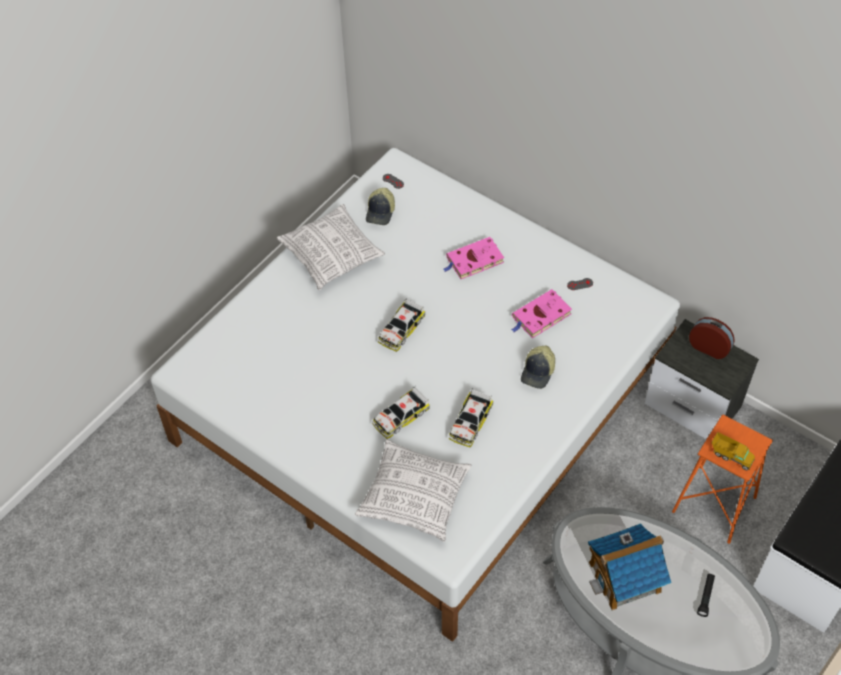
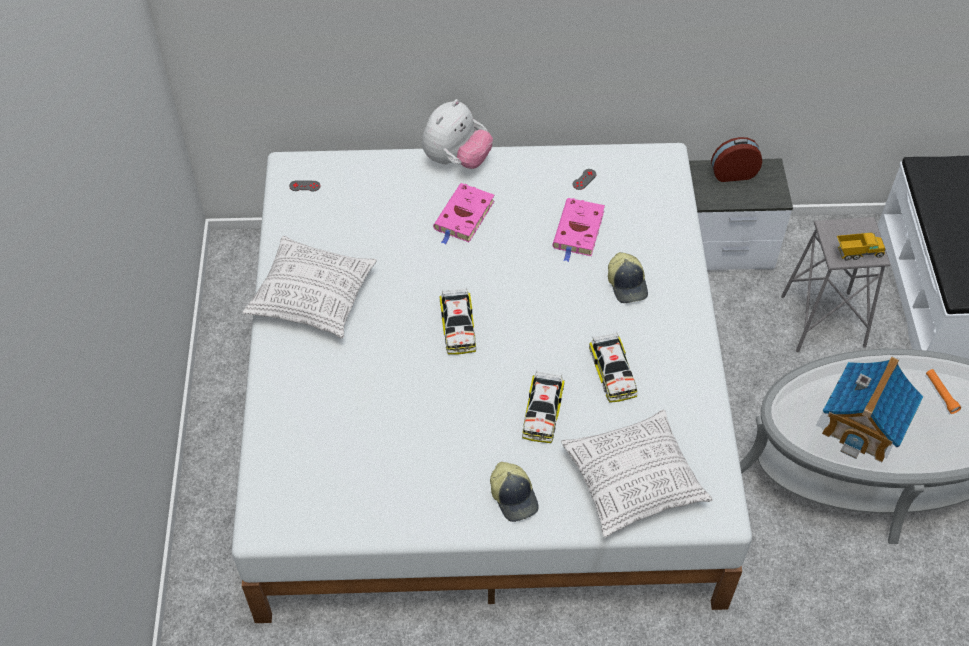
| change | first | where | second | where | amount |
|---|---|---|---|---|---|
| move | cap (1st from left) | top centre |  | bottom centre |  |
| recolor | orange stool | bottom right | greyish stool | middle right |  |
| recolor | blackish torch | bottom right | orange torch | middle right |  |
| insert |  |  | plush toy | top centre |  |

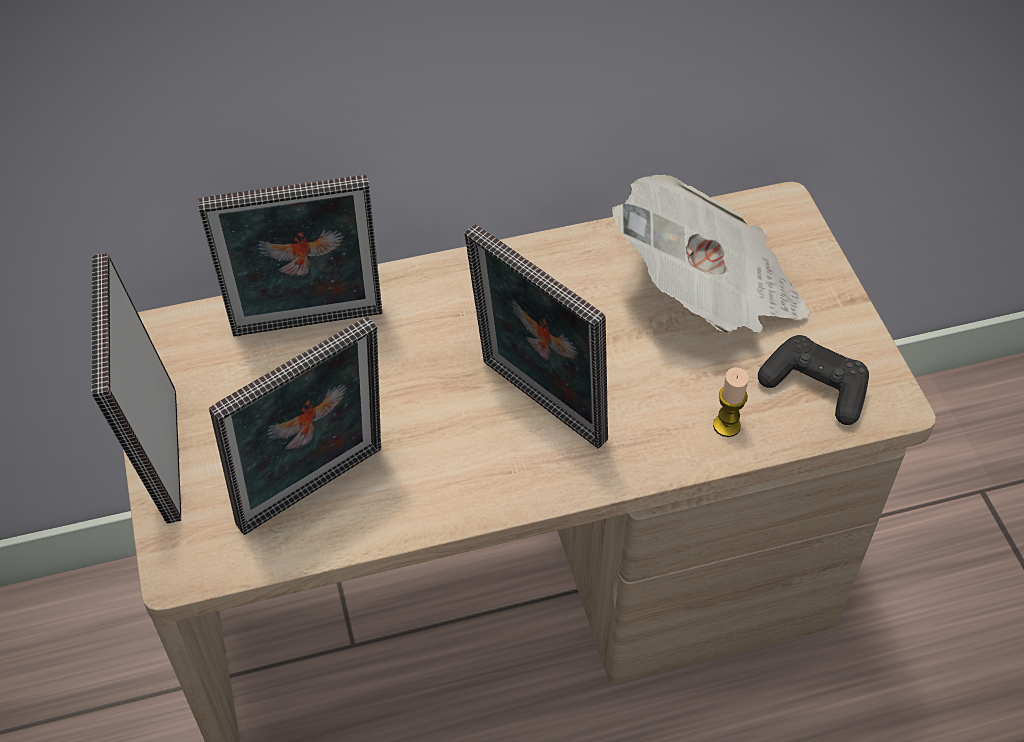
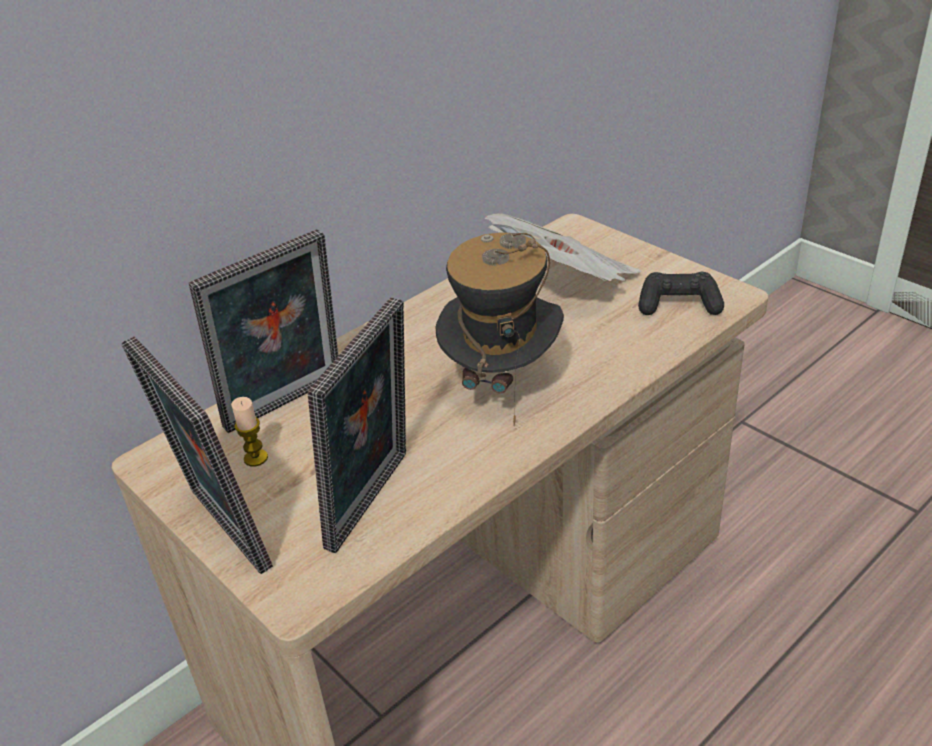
| change | first | where | second | where | amount |
|---|---|---|---|---|---|
| replace | photo frame (4th from left) | centre | clothing hat | centre |  |
| move | wax light | middle right |  | middle left |  |

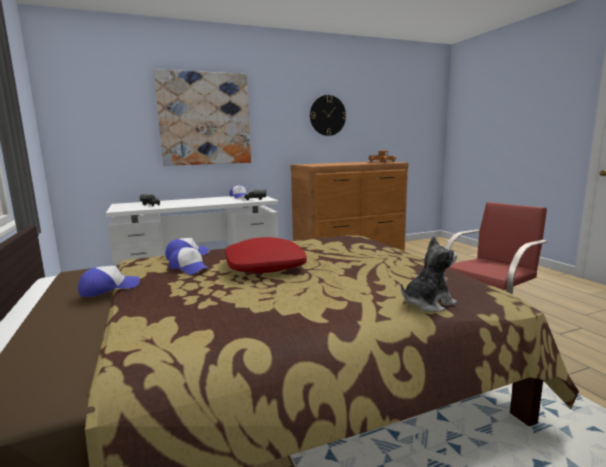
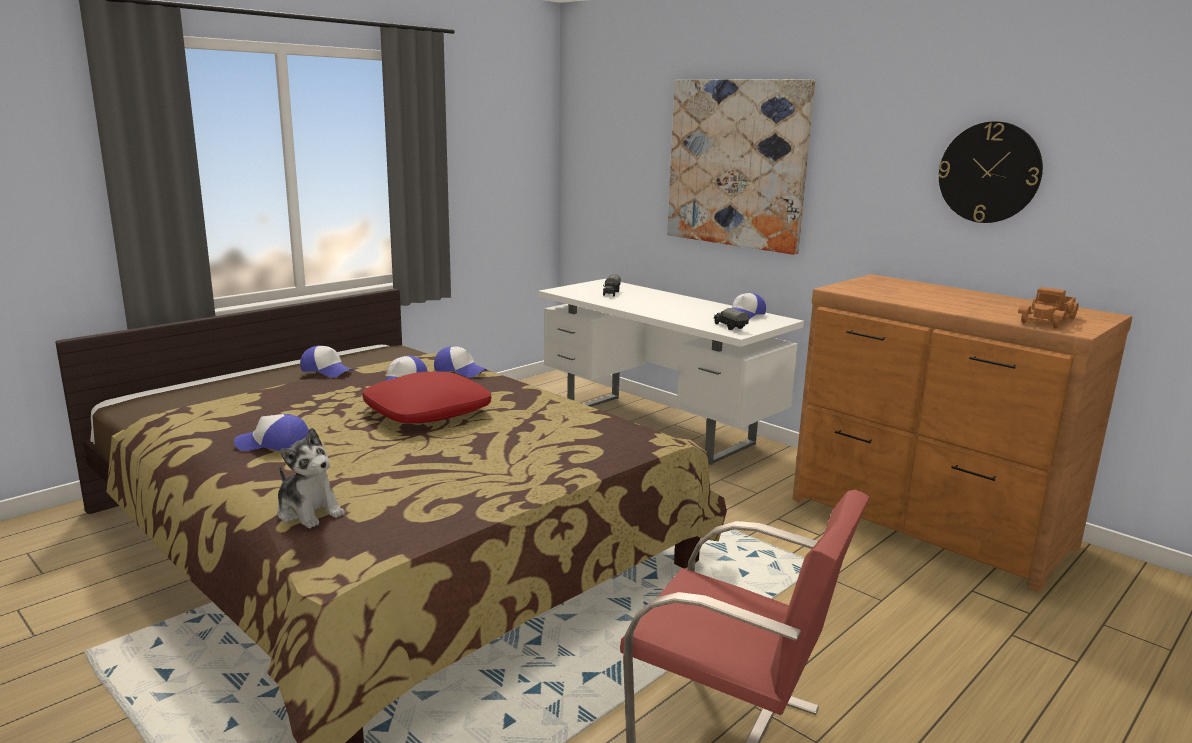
| change | first | where | second | where | amount |
|---|---|---|---|---|---|
| insert |  |  | cap (1st from left) | middle left |  |

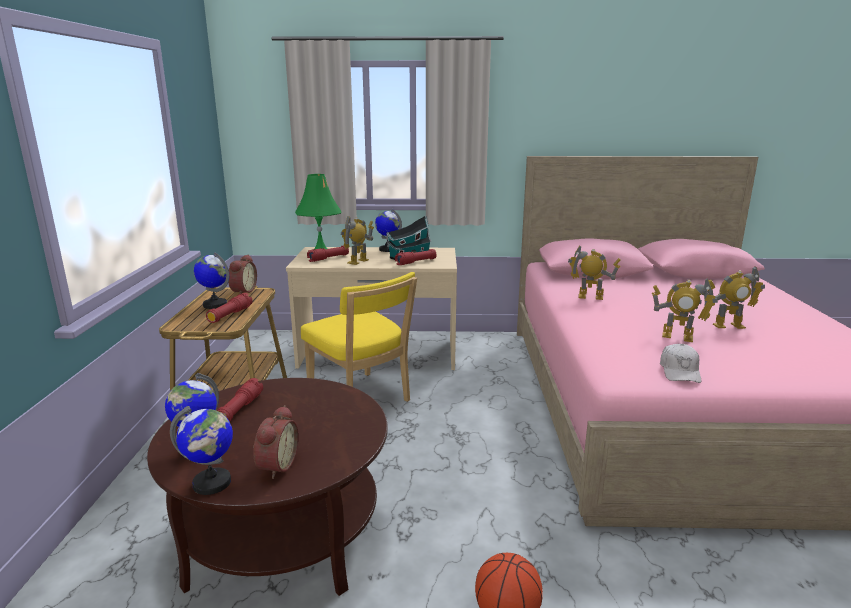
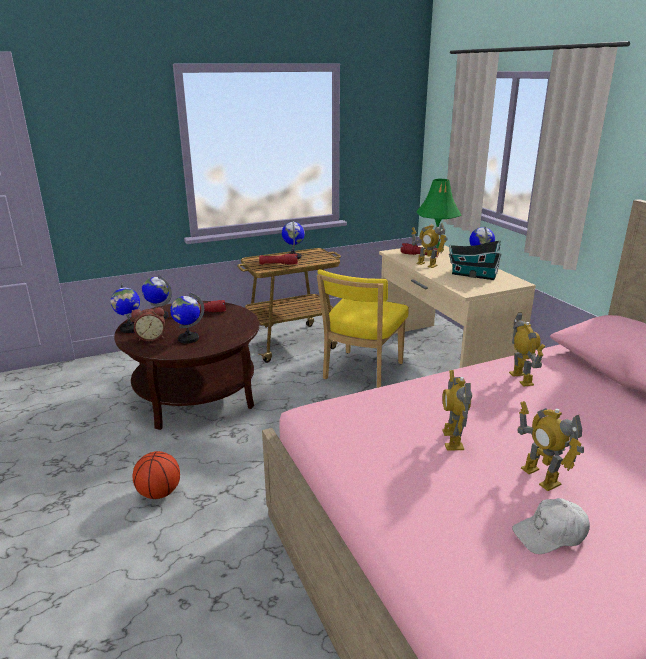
| change | first | where | second | where | amount |
|---|---|---|---|---|---|
| delete | alarm clock (1st from left) | middle left |  |  |  |
| rotate | toy robot (1st from left) | centre |  | centre | 150 degrees counterclockwise |
| delete | red-coloured torch (4th from left) | centre |  |  |  |
| move | white cap | middle right |  | bottom right |  |
| insert |  |  | world globe (3rd from left) | middle left |  |

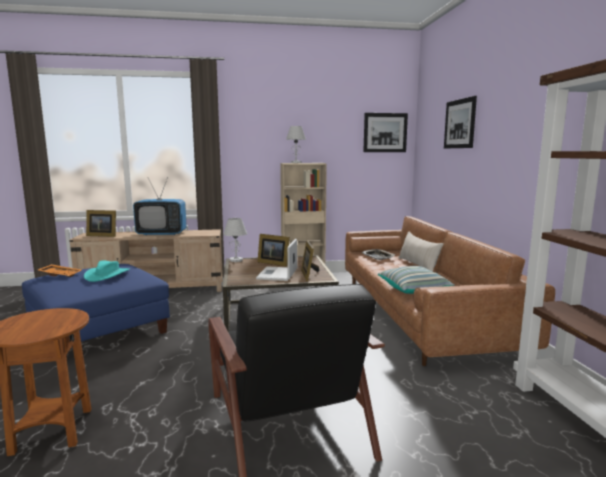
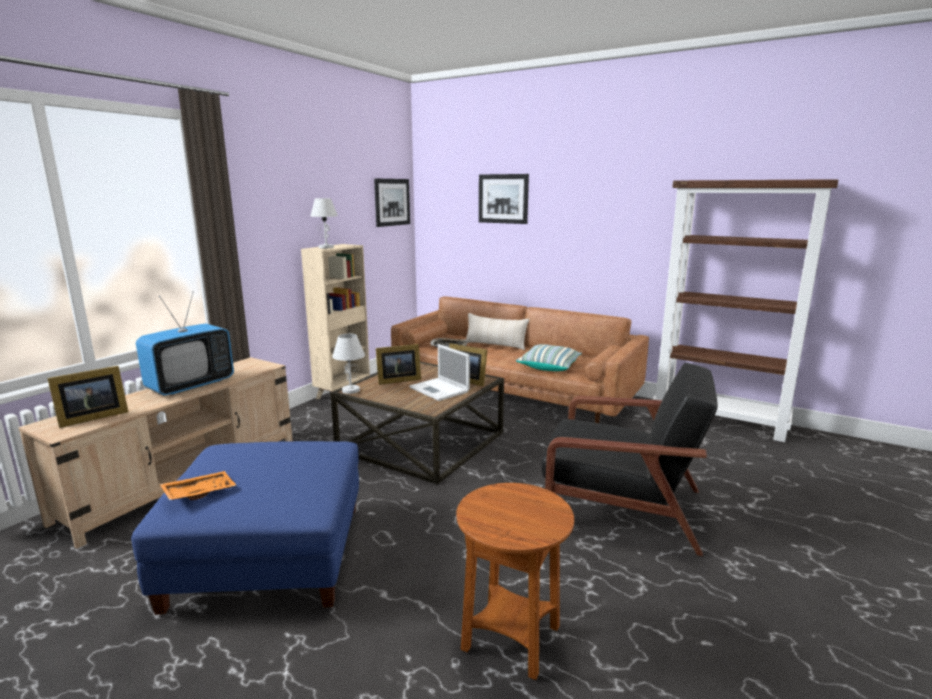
| change | first | where | second | where | amount |
|---|---|---|---|---|---|
| delete | turquoise-coloured clothing hat | middle left |  |  |  |

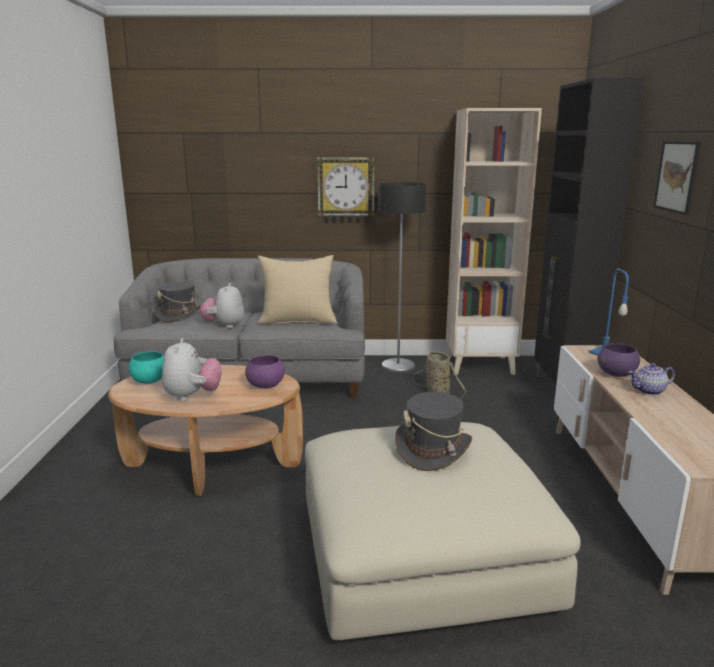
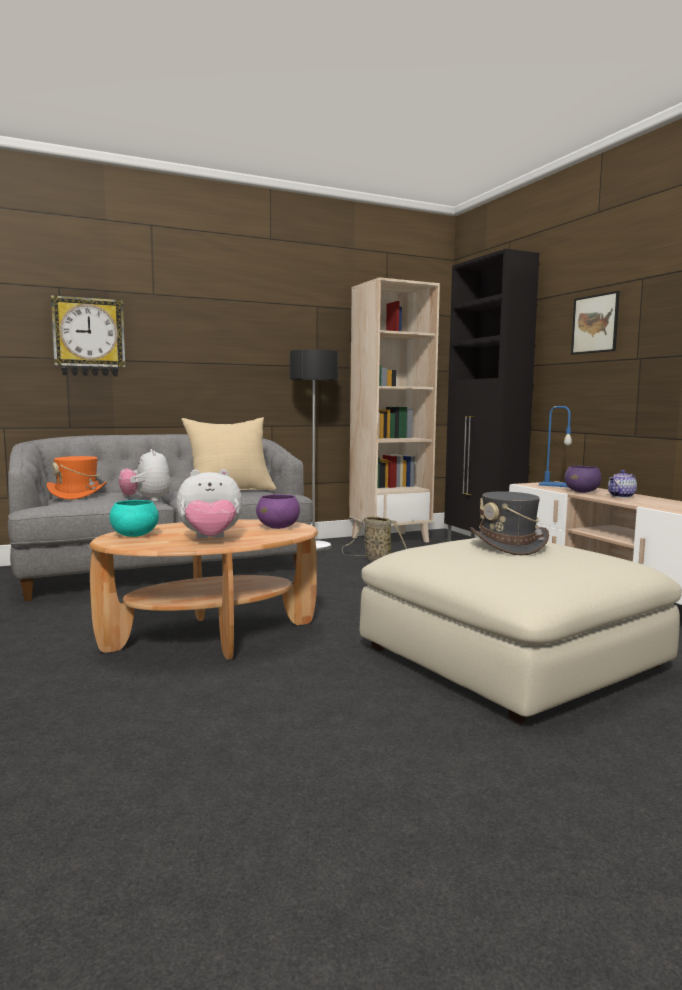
| change | first | where | second | where | amount |
|---|---|---|---|---|---|
| recolor | greyish clothing hat (1st from left) | middle left | orange clothing hat | middle left |  |
| rotate | plush toy (1st from left in the first image) | middle left | plush toy (2nd from left) | middle left | 105 degrees clockwise |
| move | clock on the wall | top centre |  | middle left |  |

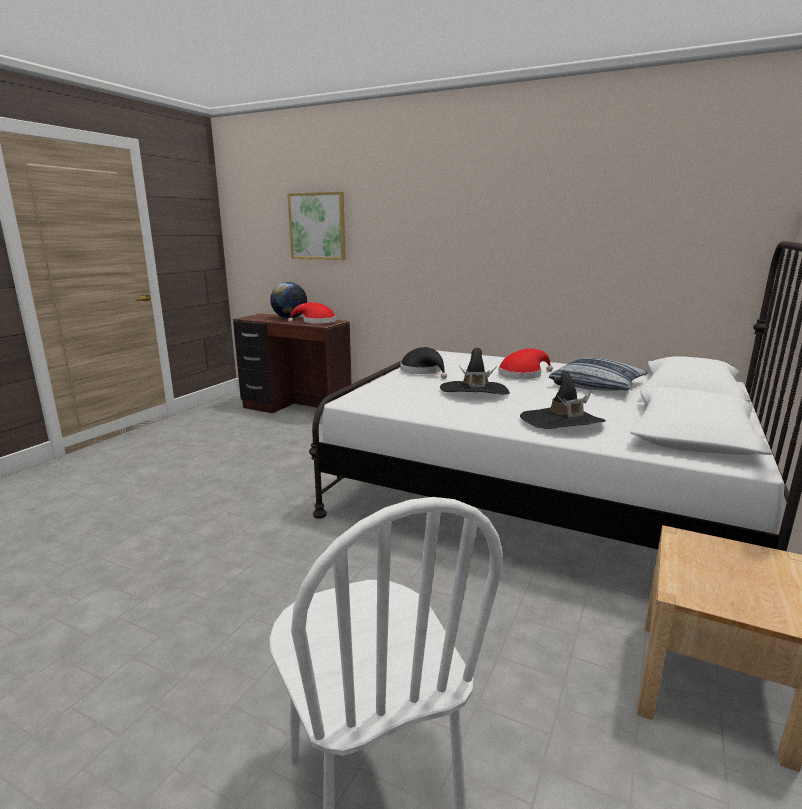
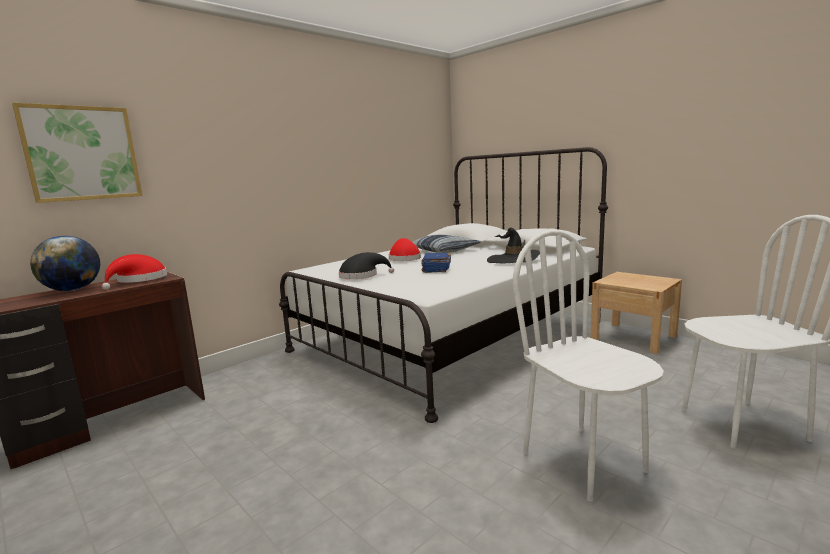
| change | first | where | second | where | amount |
|---|---|---|---|---|---|
| replace | blackish clothing hat (2nd from left) | centre | blue book | centre |  |
| insert |  |  | white plain chair (1st from left) | middle right |  |

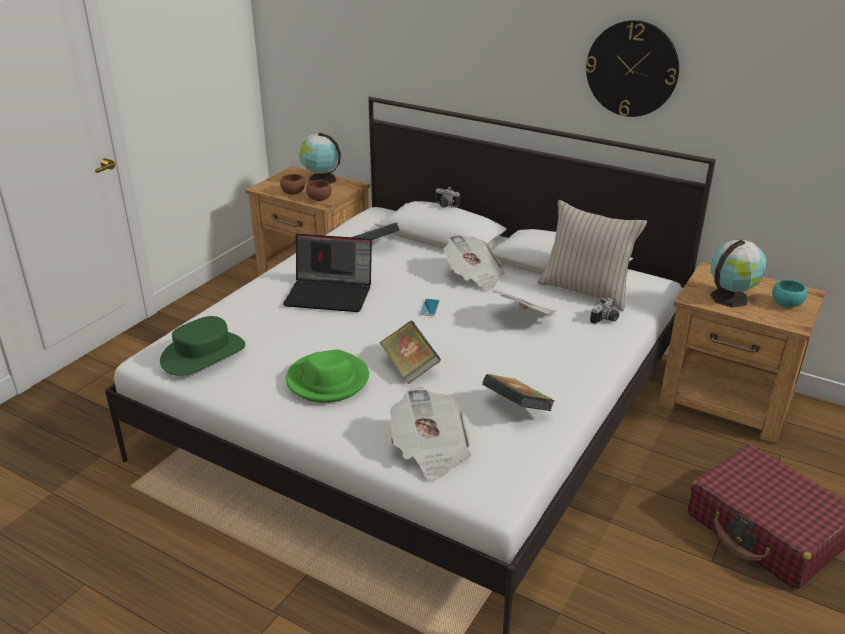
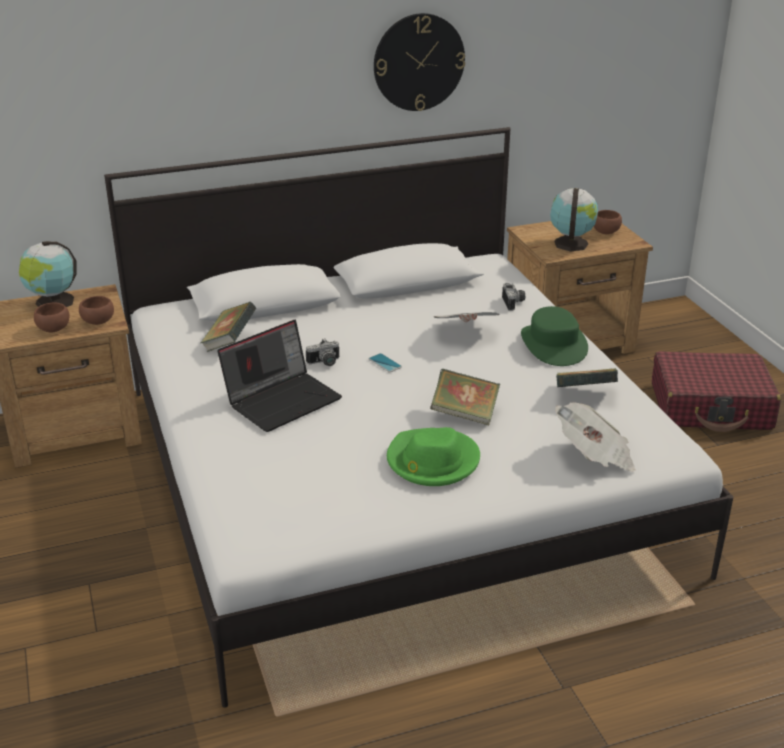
| change | first | where | second | where | amount |
|---|---|---|---|---|---|
| move | green clothing hat (1st from left in the first image) | middle left | green clothing hat (2nd from left) | middle right |  |
| move | photo camera (1st from left) | top centre |  | centre |  |
| delete | printed paper (2nd from left) | centre |  |  |  |
| delete | beige-coloured cushion | middle right |  |  |  |
| recolor | turquoise-coloured serving bowl | middle right | brown-coloured serving bowl (3rd from left) | top right |  |

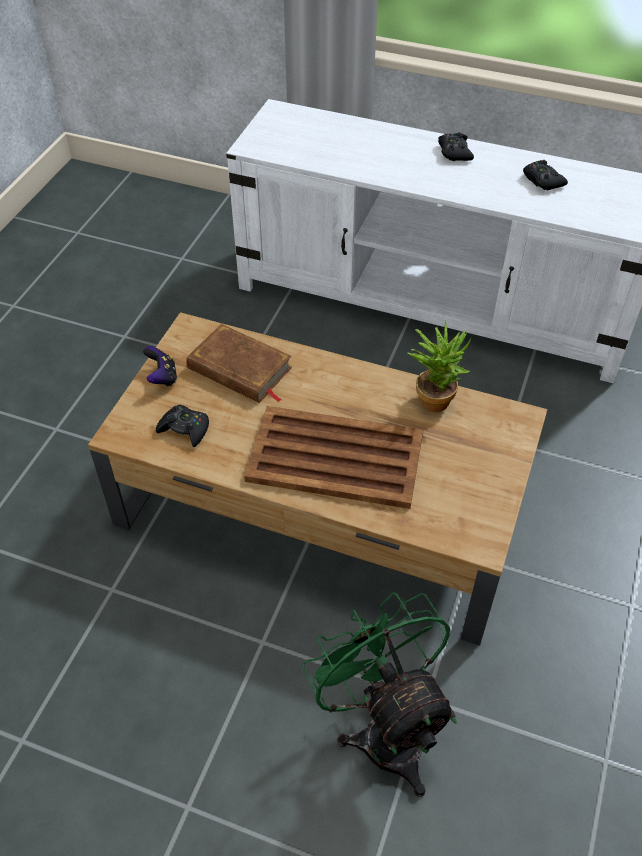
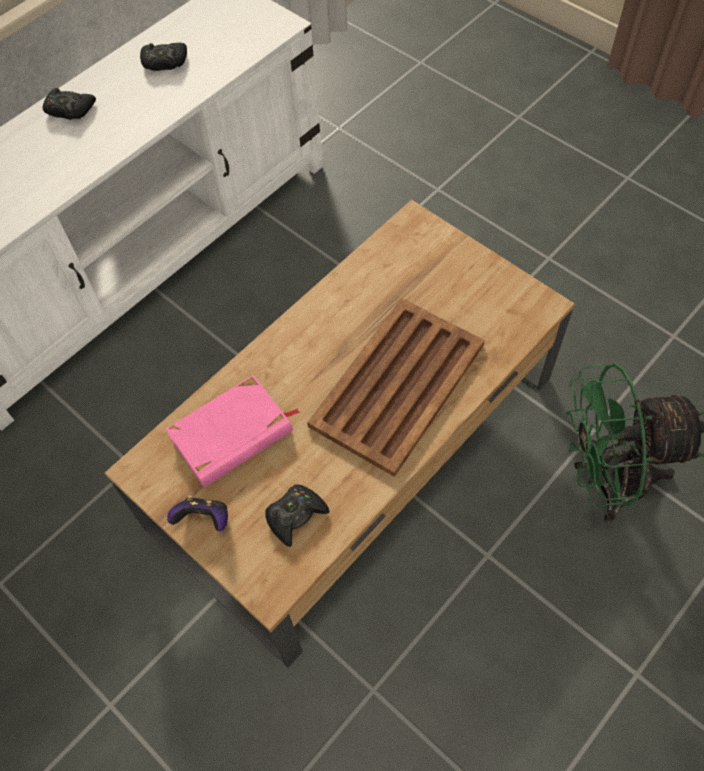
| change | first | where | second | where | amount |
|---|---|---|---|---|---|
| recolor | brown-coloured book | centre | pink book | middle left |  |
| delete | plant in a pot | middle right |  |  |  |

